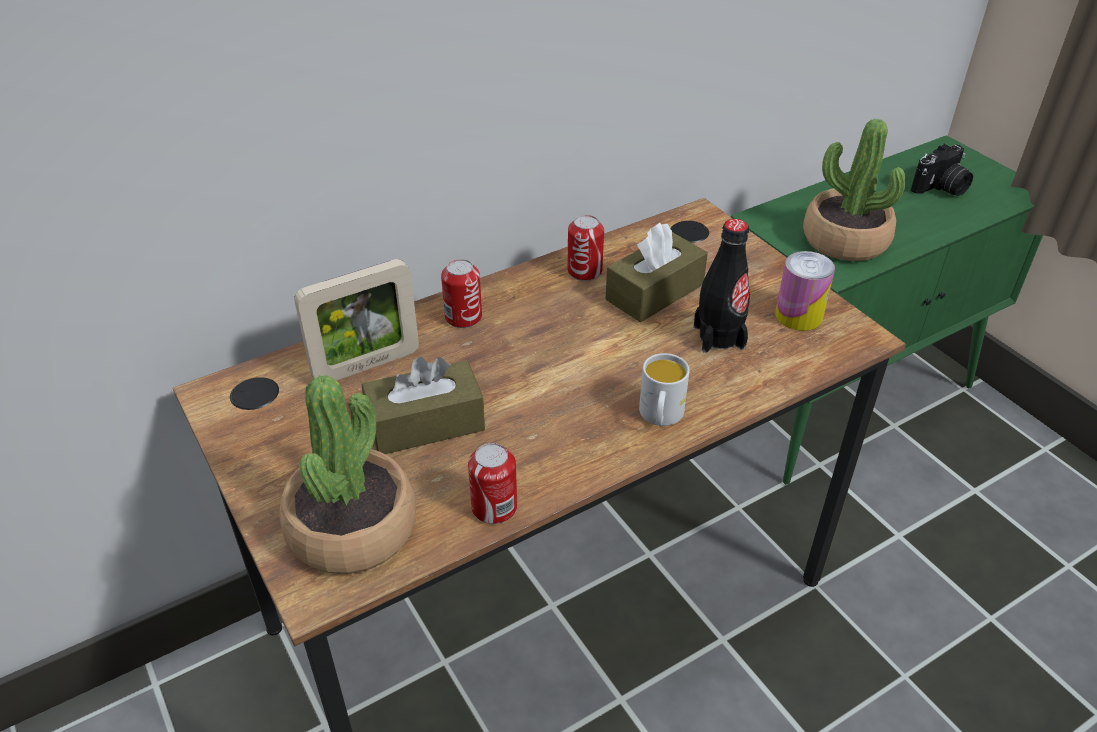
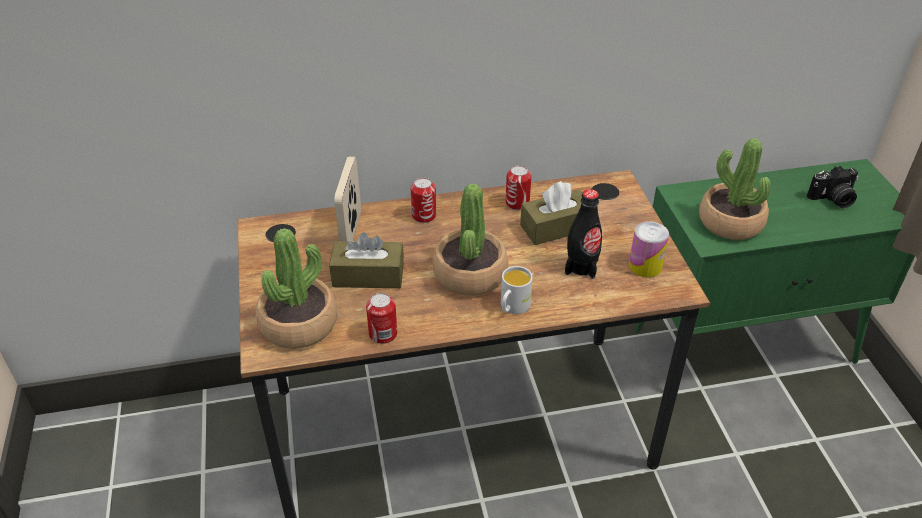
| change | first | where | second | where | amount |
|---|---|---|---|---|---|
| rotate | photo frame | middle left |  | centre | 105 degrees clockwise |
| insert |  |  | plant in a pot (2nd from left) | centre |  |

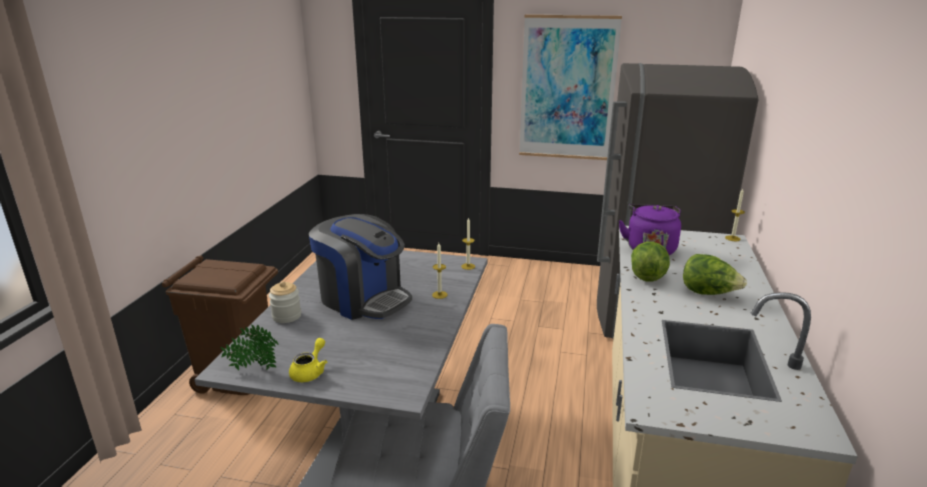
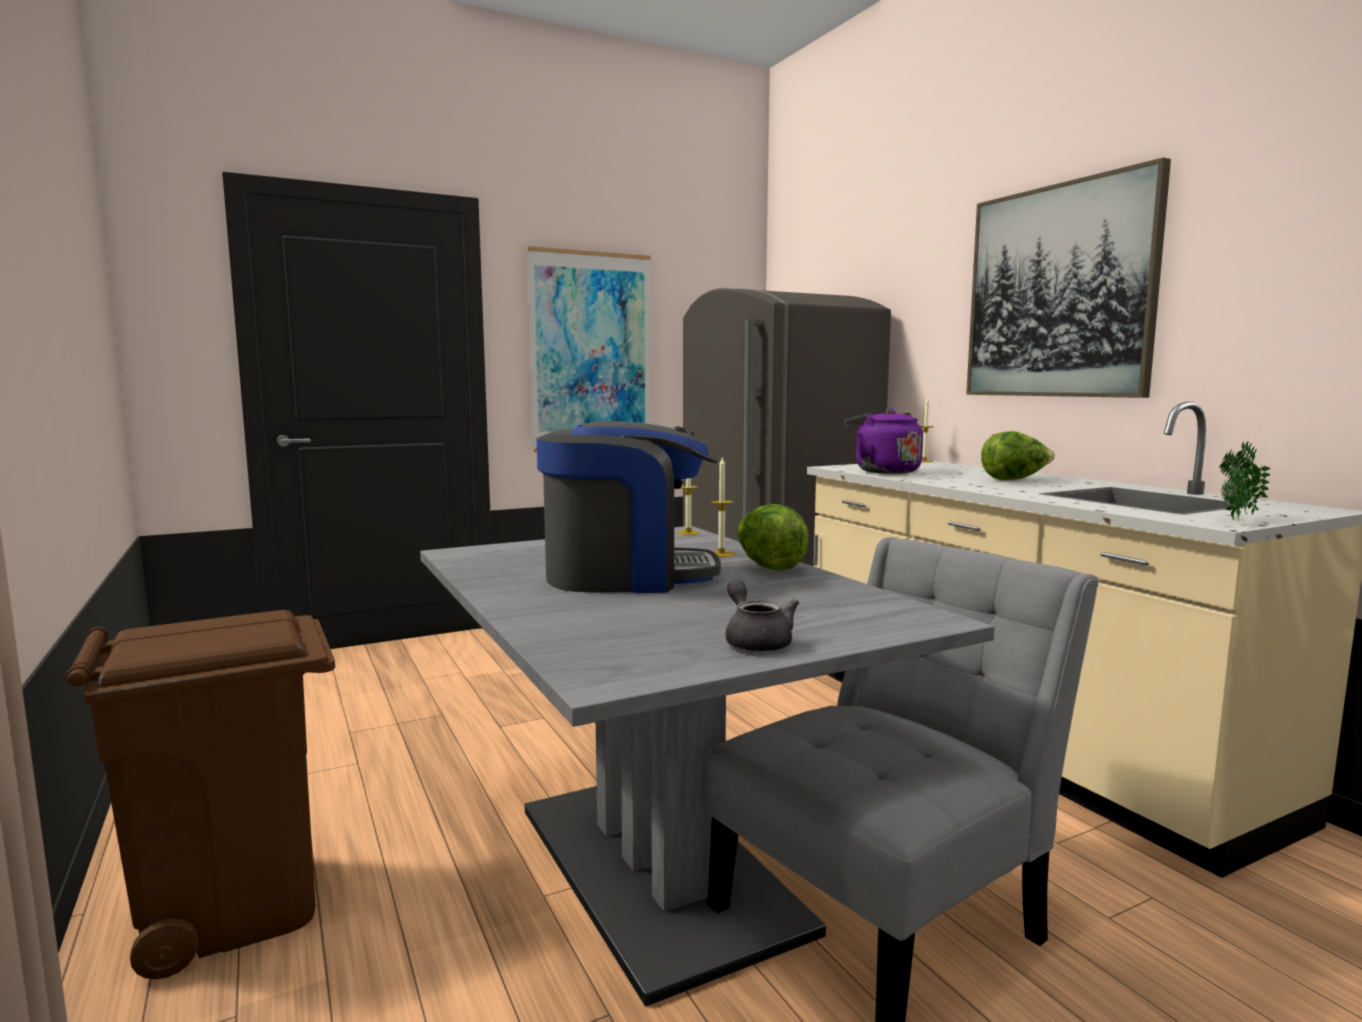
| change | first | where | second | where | amount |
|---|---|---|---|---|---|
| move | plant in a pot | bottom left |  | middle right |  |
| delete | preserve jar | middle left |  |  |  |
| recolor | yellow tea pot | bottom left | greyish tea pot | centre |  |
| move | lettuce (1st from left) | middle right |  | centre |  |
| insert |  |  | wall art (2nd from left) | top right |  |

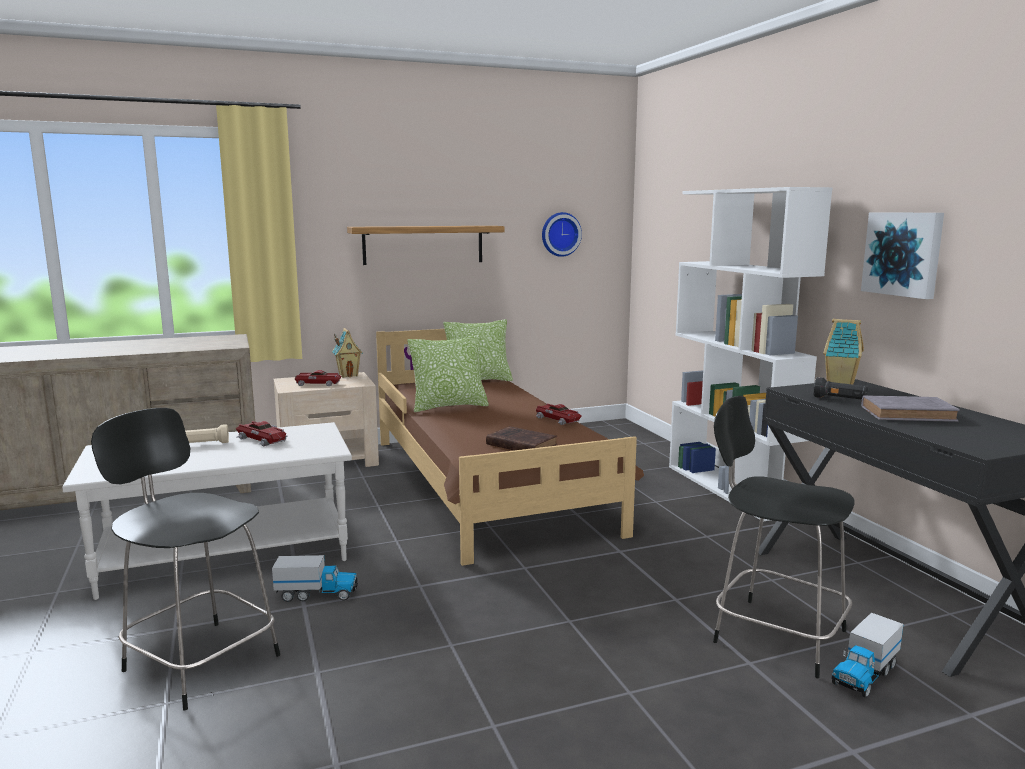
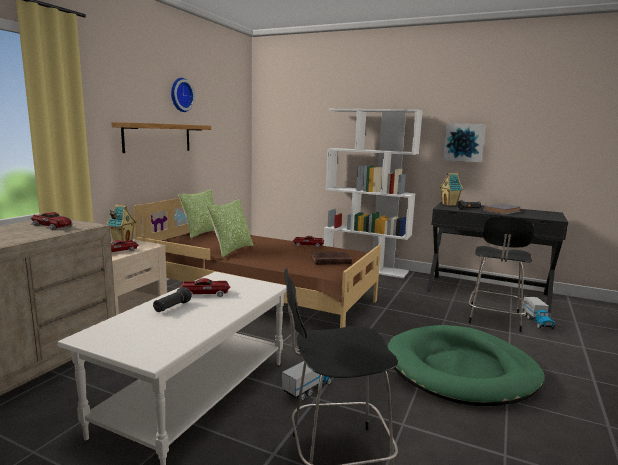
| change | first | where | second | where | amount |
|---|---|---|---|---|---|
| recolor | beige-coloured torch | middle left | blackish torch (1st from left) | middle left |  |
| move | clock on the wall | top centre |  | top left |  |
| rotate | blackish plain chair (2nd from left) | bottom right |  | middle right | 60 degrees counterclockwise |
| insert |  |  | toy car (1st from left) | middle left |  |
| insert |  |  | green dog bed | bottom right |  |

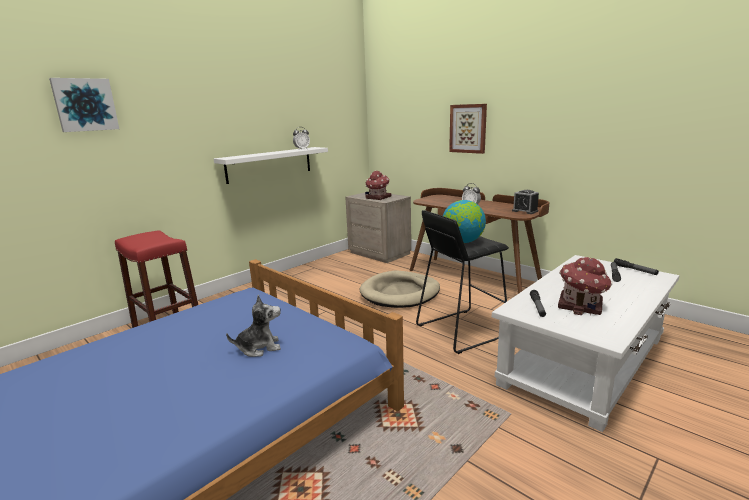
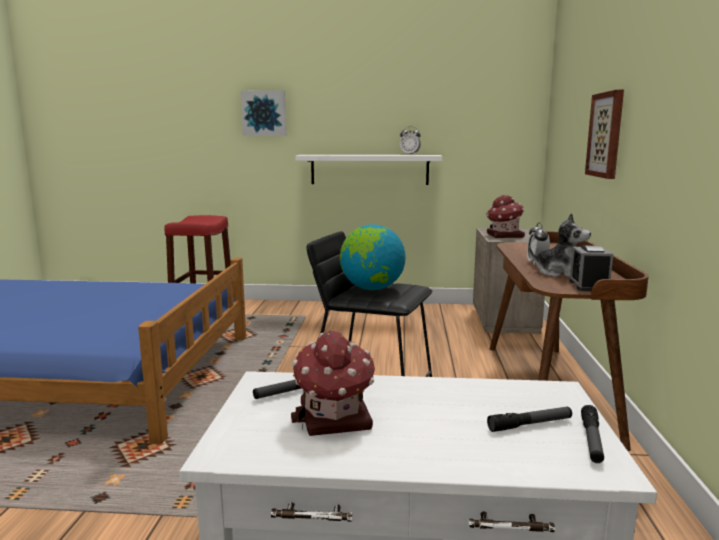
| change | first | where | second | where | amount |
|---|---|---|---|---|---|
| move | wall art (1st from left) | top left |  | top centre |  |
| move | plush toy | centre |  | middle right |  |
| delete | beige-coloured dog bed | centre |  |  |  |

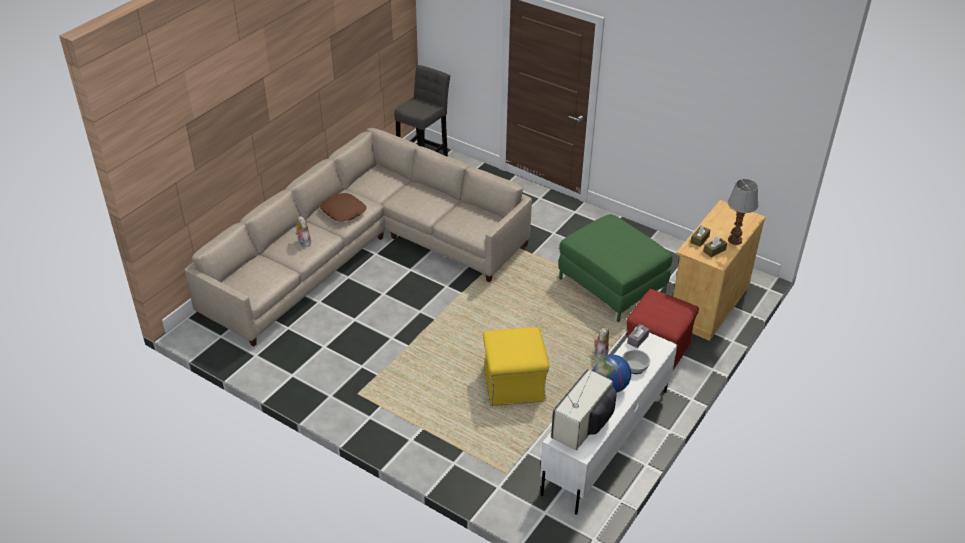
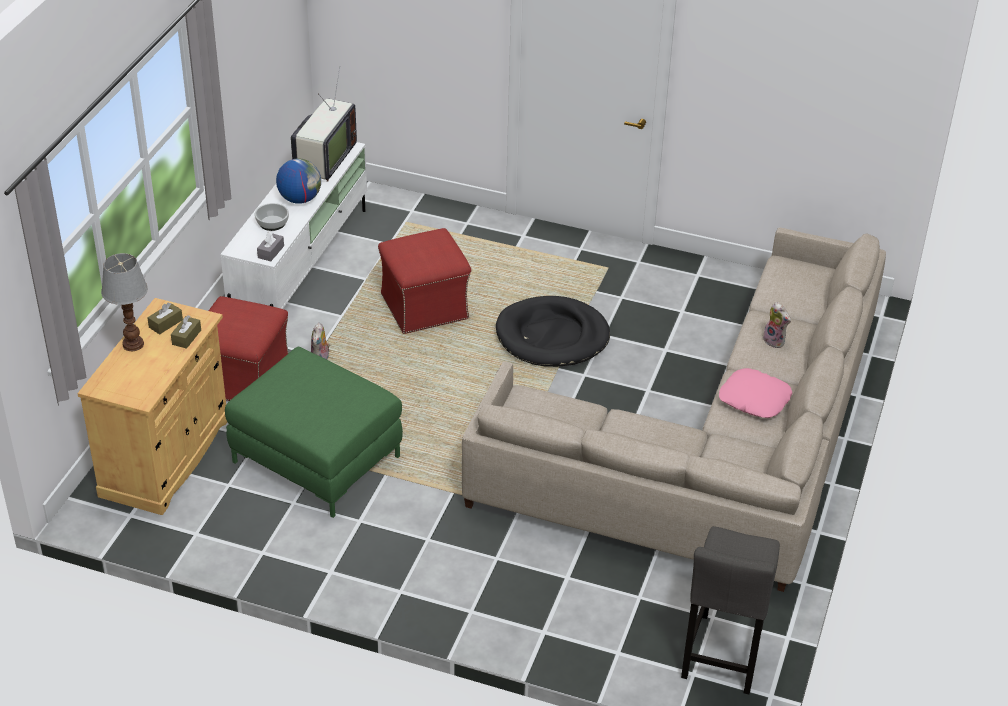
| change | first | where | second | where | amount |
|---|---|---|---|---|---|
| recolor | brown-coloured cushion | centre | pink cushion | middle right |  |
| recolor | yellow pouffe | bottom centre | red-coloured pouffe (2nd from left) | centre |  |
| insert |  |  | blackish dog bed | centre |  |

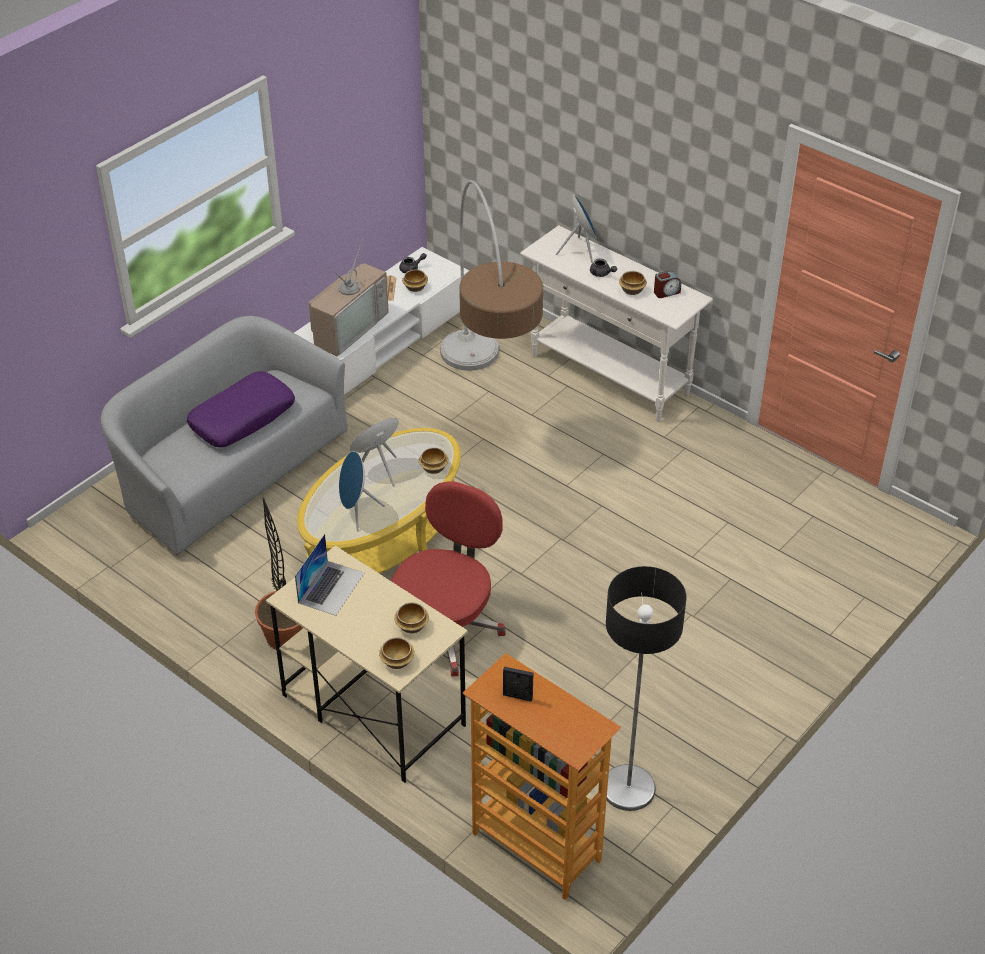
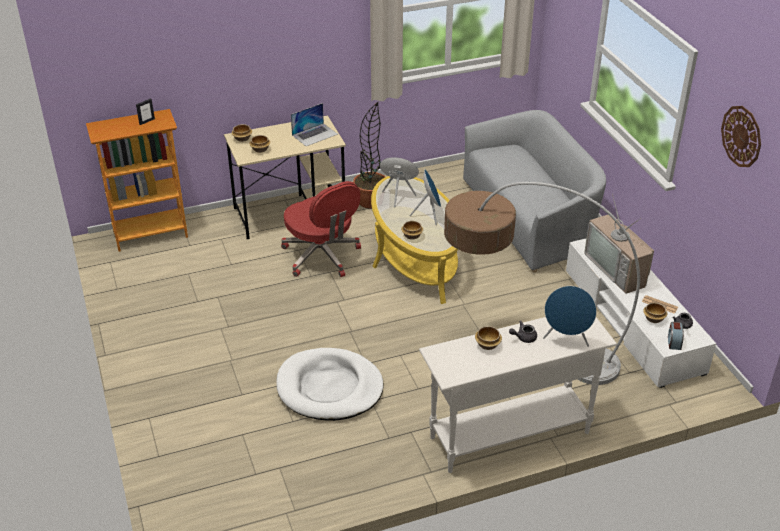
| change | first | where | second | where | amount |
|---|---|---|---|---|---|
| delete | purplish cushion | middle left |  |  |  |
| rotate | notebook computer | centre |  | top centre | 90 degrees counterclockwise |
| delete | standing lamp (2nd from left) | bottom centre |  |  |  |
| move | alarm clock | top right |  | middle right |  |
| insert |  |  | white dog bed | bottom centre |  |
| insert |  |  | clock on the wall | top right |  |

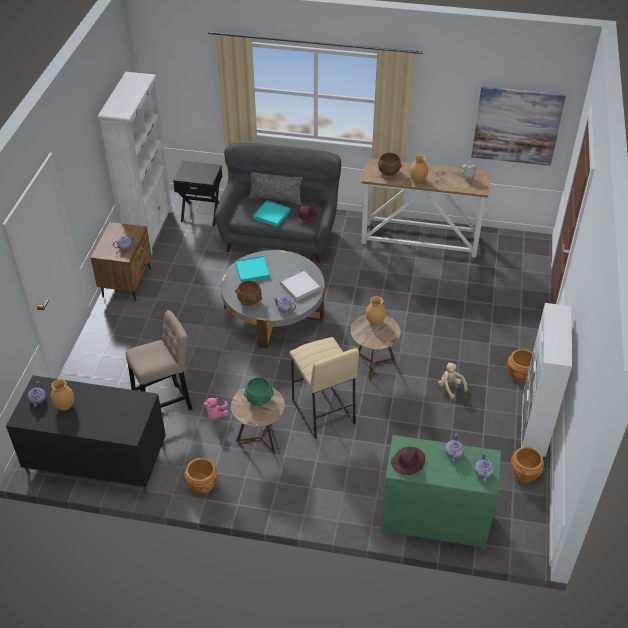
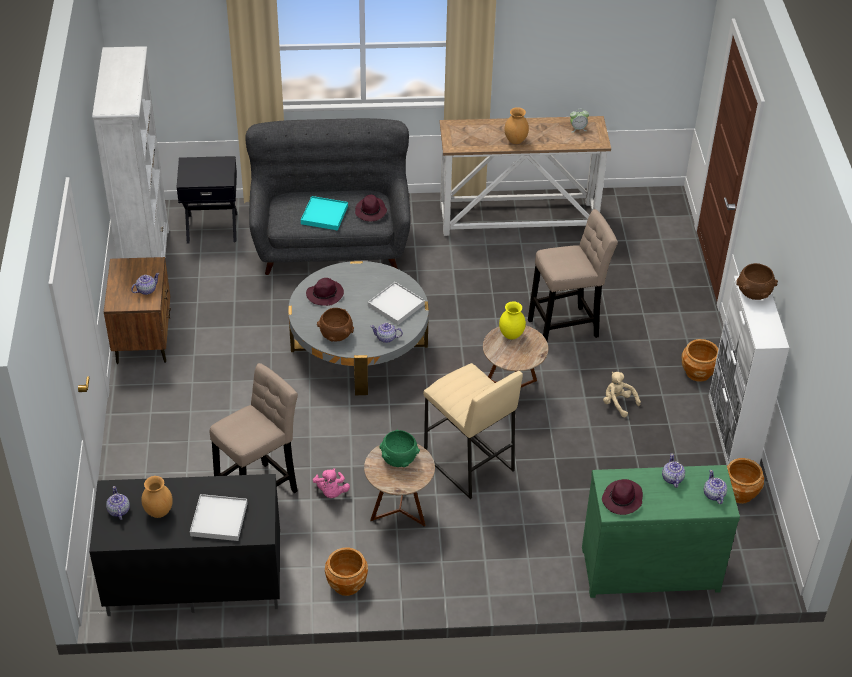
| change | first | where | second | where | amount |
|---|---|---|---|---|---|
| replace | turquoise-coloured serving tray (1st from left) | centre | purplish clothing hat (1st from left) | centre |  |
| delete | greyish cushion | top centre |  |  |  |
| recolor | brown-coloured flower vase (2nd from left) | centre | yellow flower vase | centre |  |
| move | brown-coloured serving bowl (2nd from left) | top centre |  | middle right |  |
| delete | wall art | top right |  |  |  |
| insert |  |  | white serving tray (1st from left) | bottom left |  |
| insert |  |  | beige-coloured stool (3rd from left) | middle right |  |

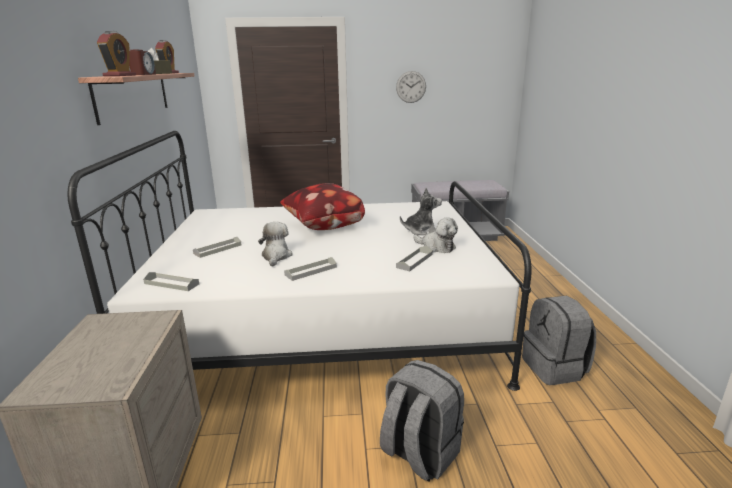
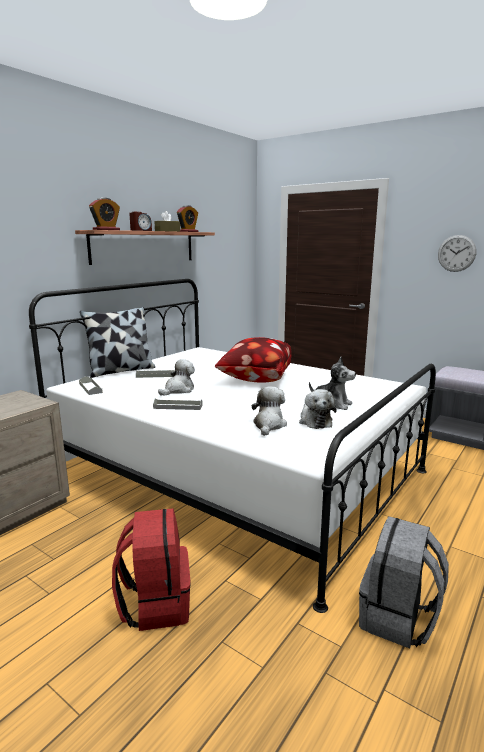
| change | first | where | second | where | amount |
|---|---|---|---|---|---|
| recolor | greyish rucksack (1st from left) | bottom centre | red-coloured rucksack | bottom left |  |
| replace | greyish serving tray (4th from left) | centre | plush toy (2nd from left) | centre |  |
| insert |  |  | cushion (1st from left) | middle left |  |

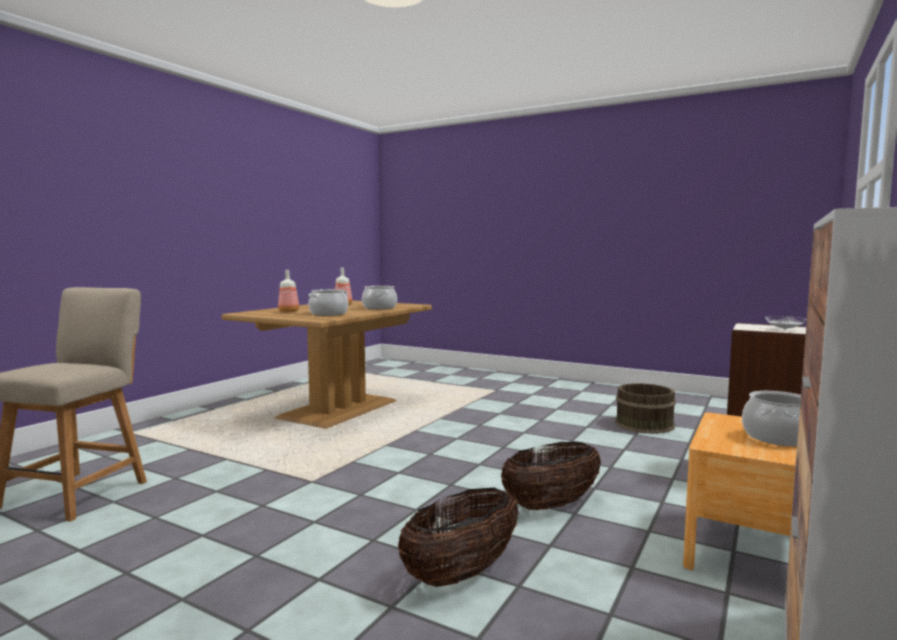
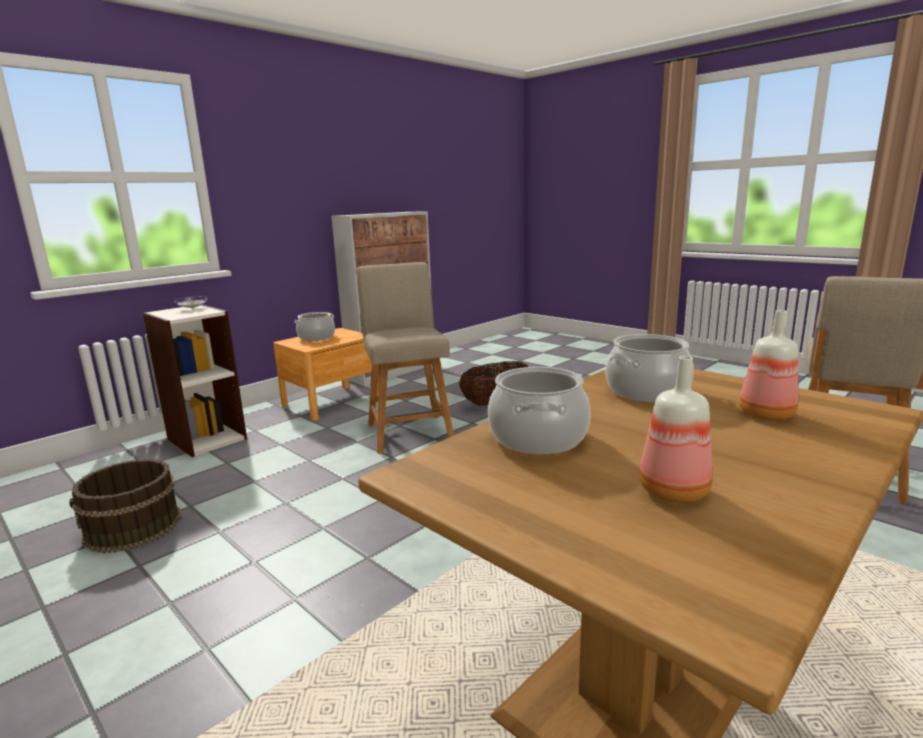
| change | first | where | second | where | amount |
|---|---|---|---|---|---|
| replace | storage basket (2nd from left) | bottom centre | beige-coloured plain chair (1st from left) | centre |  |

